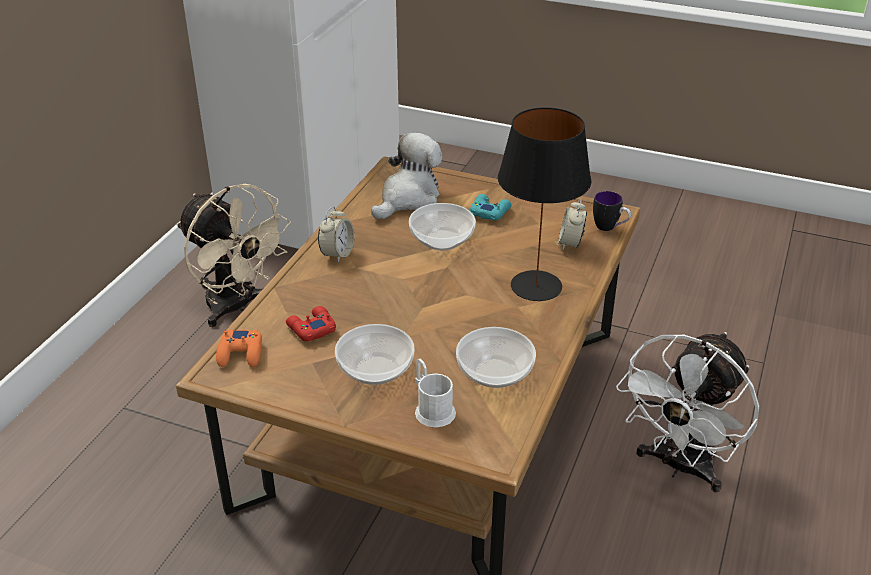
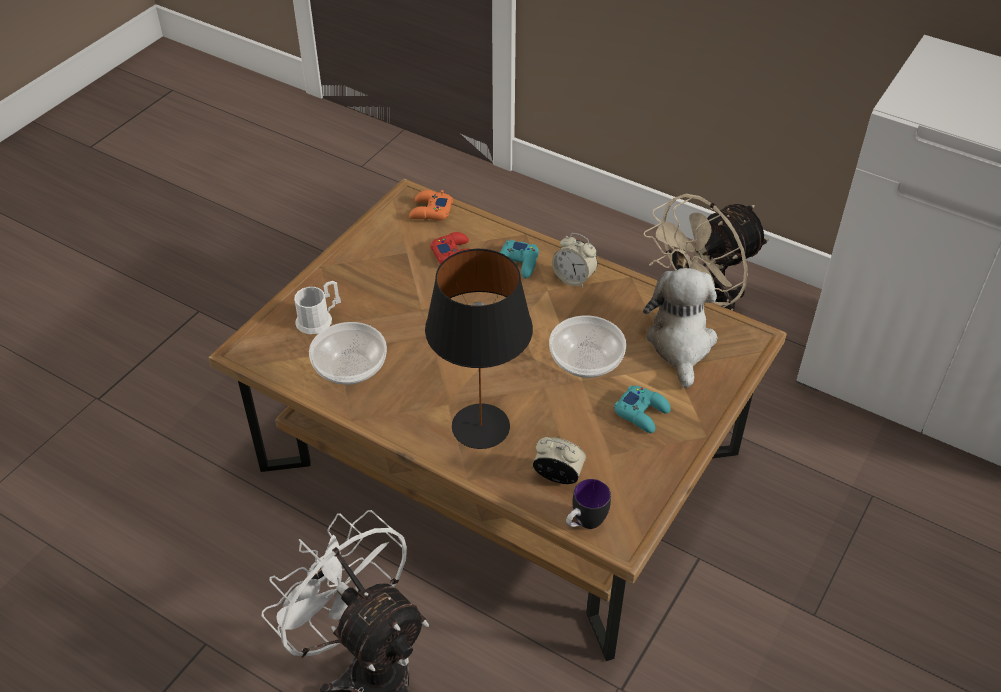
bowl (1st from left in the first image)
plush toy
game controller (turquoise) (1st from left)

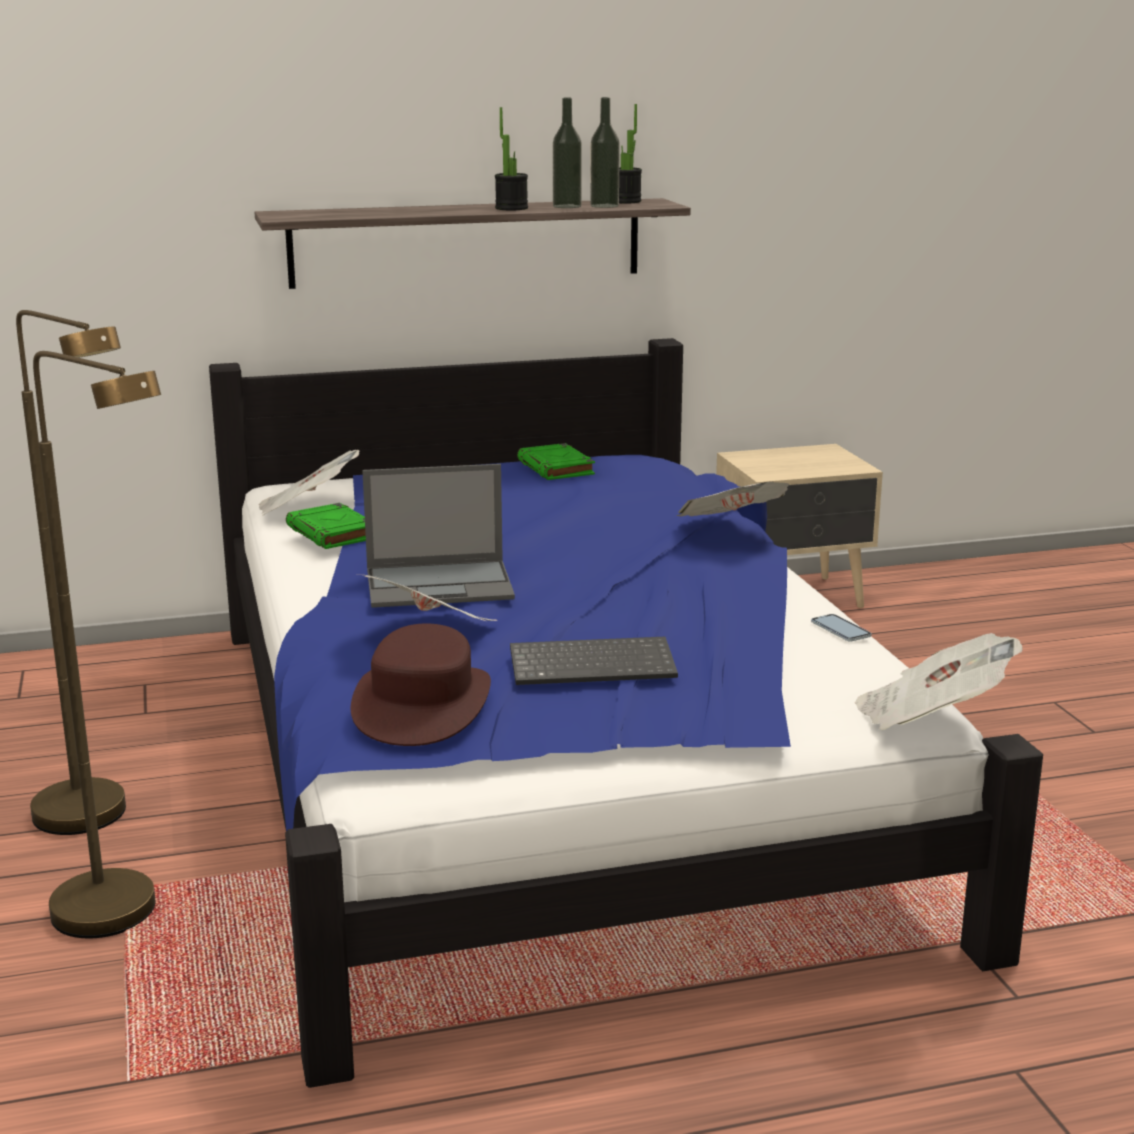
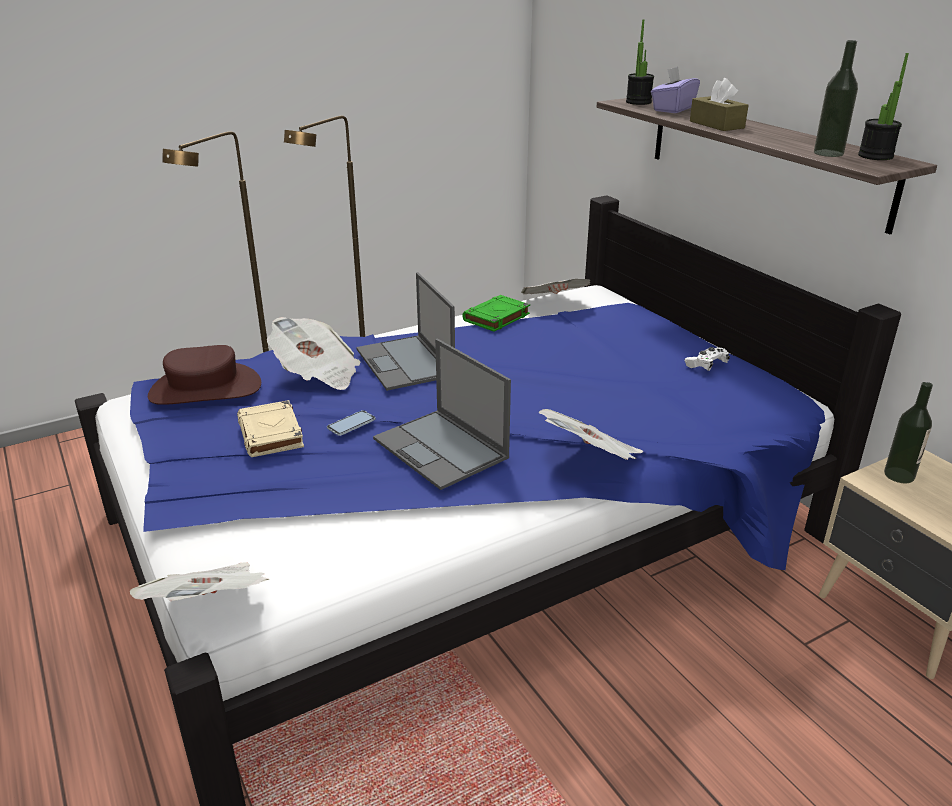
potted plant (1st from left)
book (beige)
game controller (white)
bottle (2nd from left)
phone
laptop (2nd from left)
tissue box (purple)
tissue box (brown)

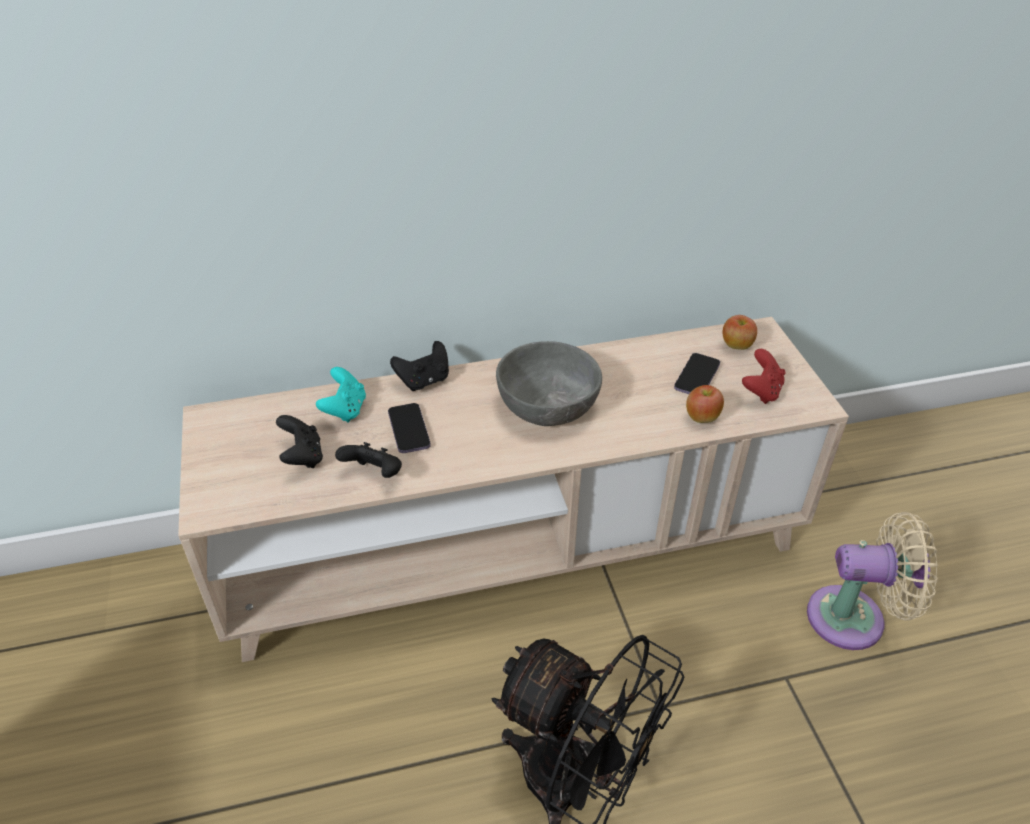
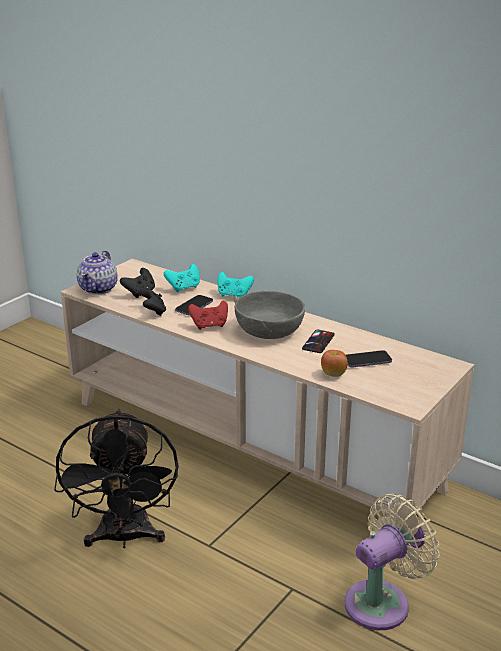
game controller (turquoise) (2nd from left)
apple (2nd from left in the first image)
game controller (red)
fan (beige)
teapot
phone (2nd from left)

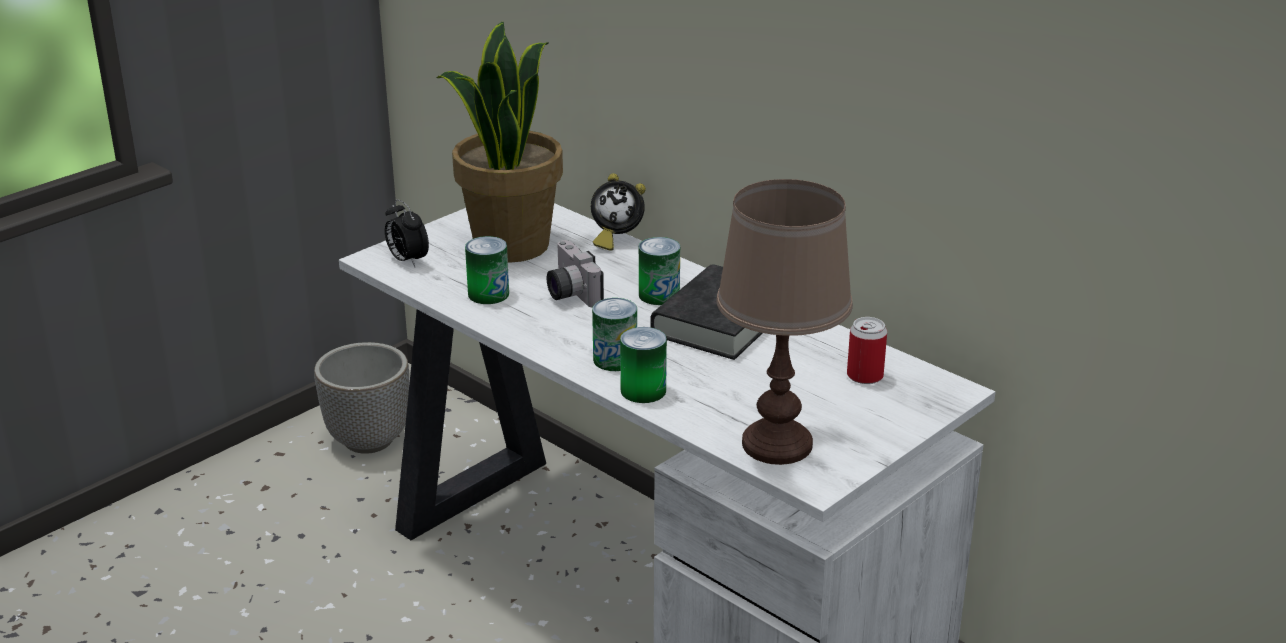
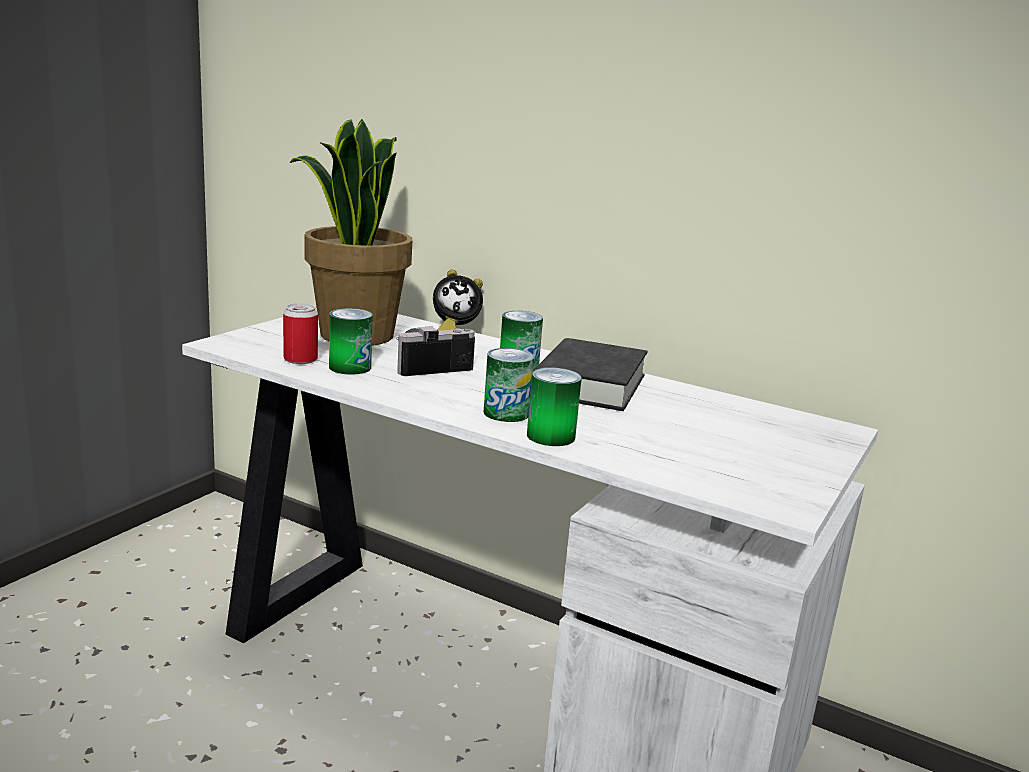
planter
alarm clock (1st from left in the first image)
photo camera
table lamp (brown)
can (1st from left)

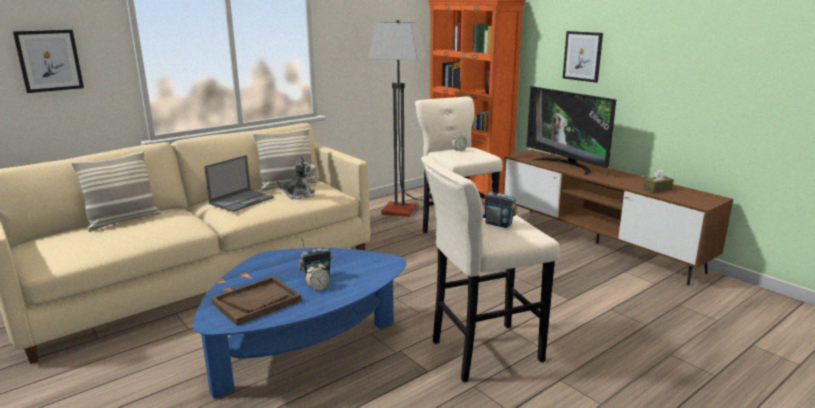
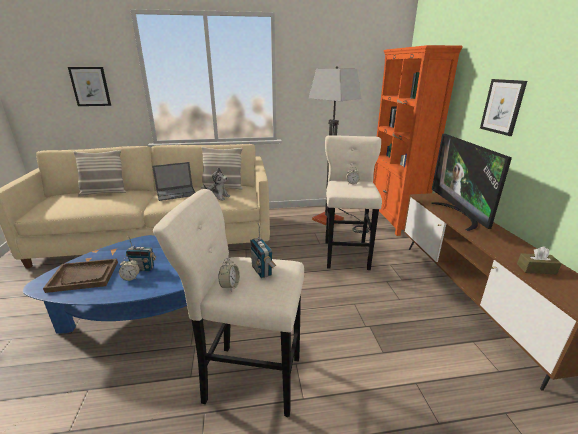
alarm clock (2nd from left)

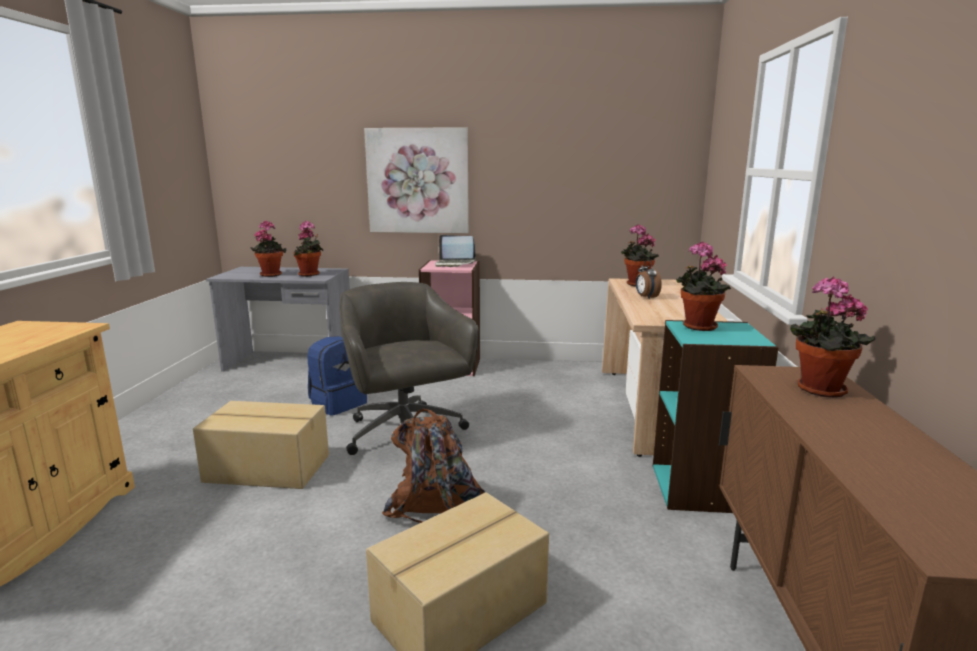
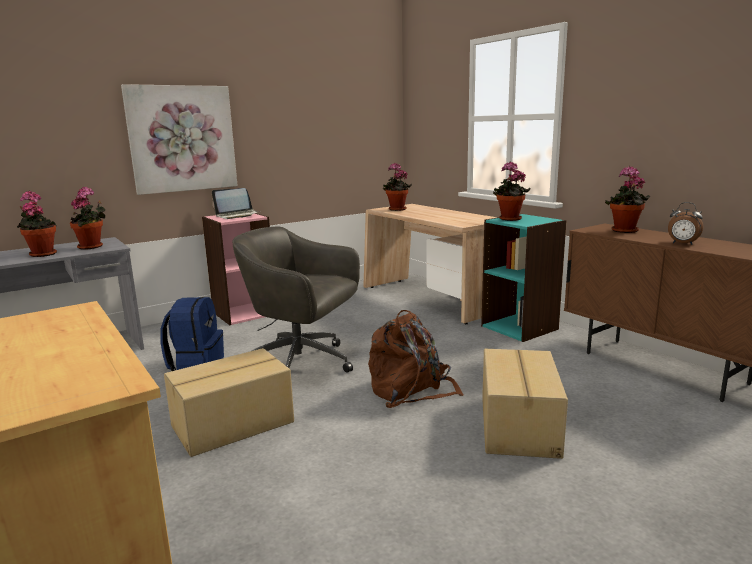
alarm clock

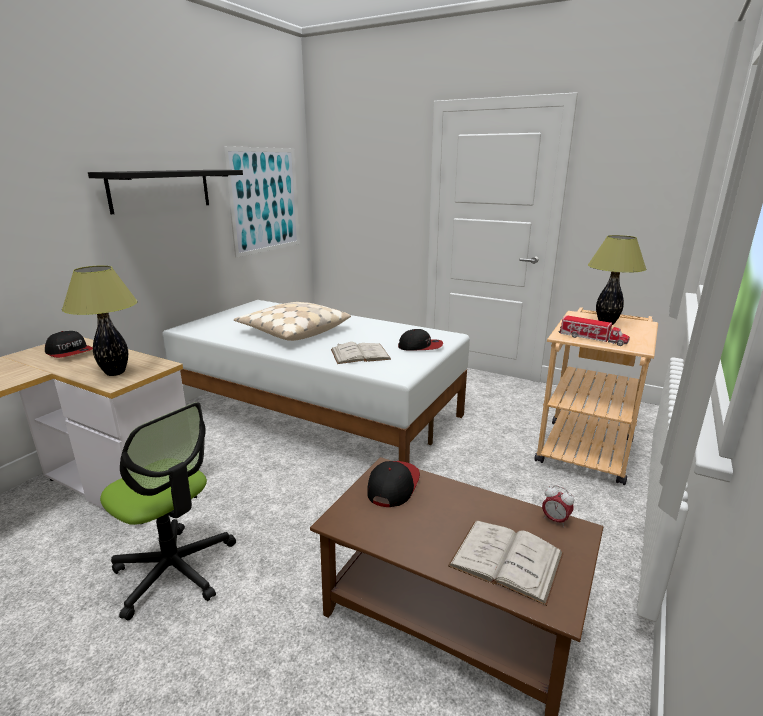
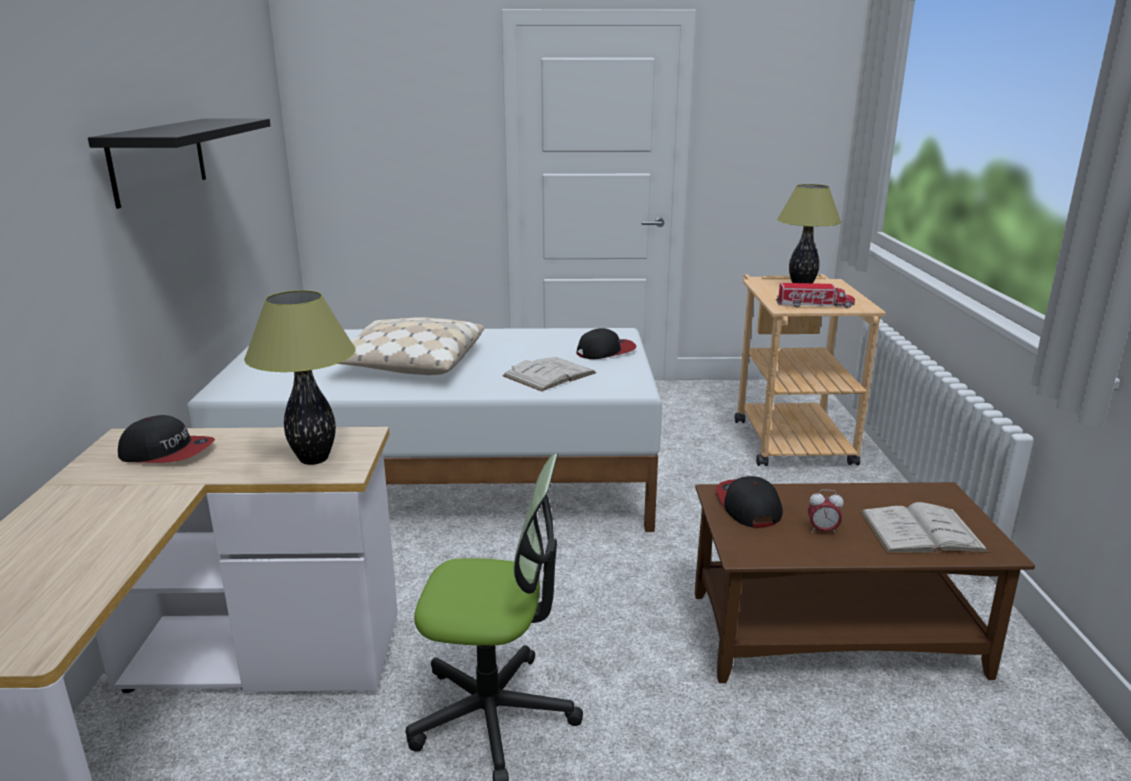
picture
alarm clock

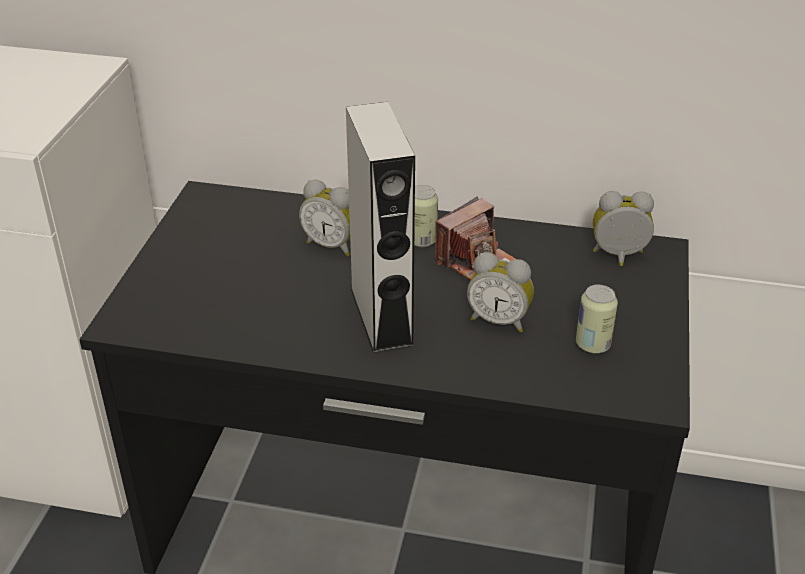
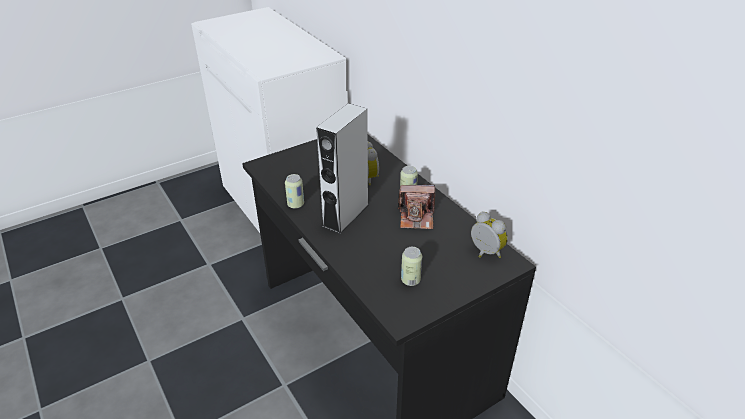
alarm clock (2nd from left in the first image)
can (1st from left)

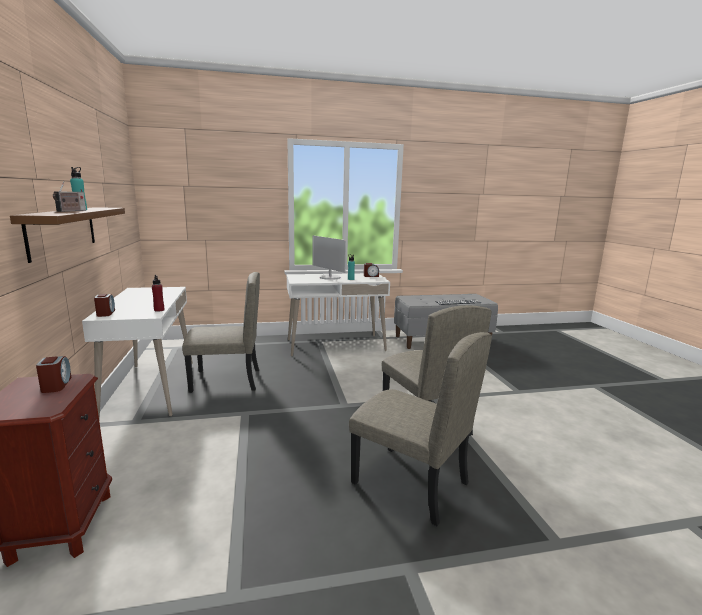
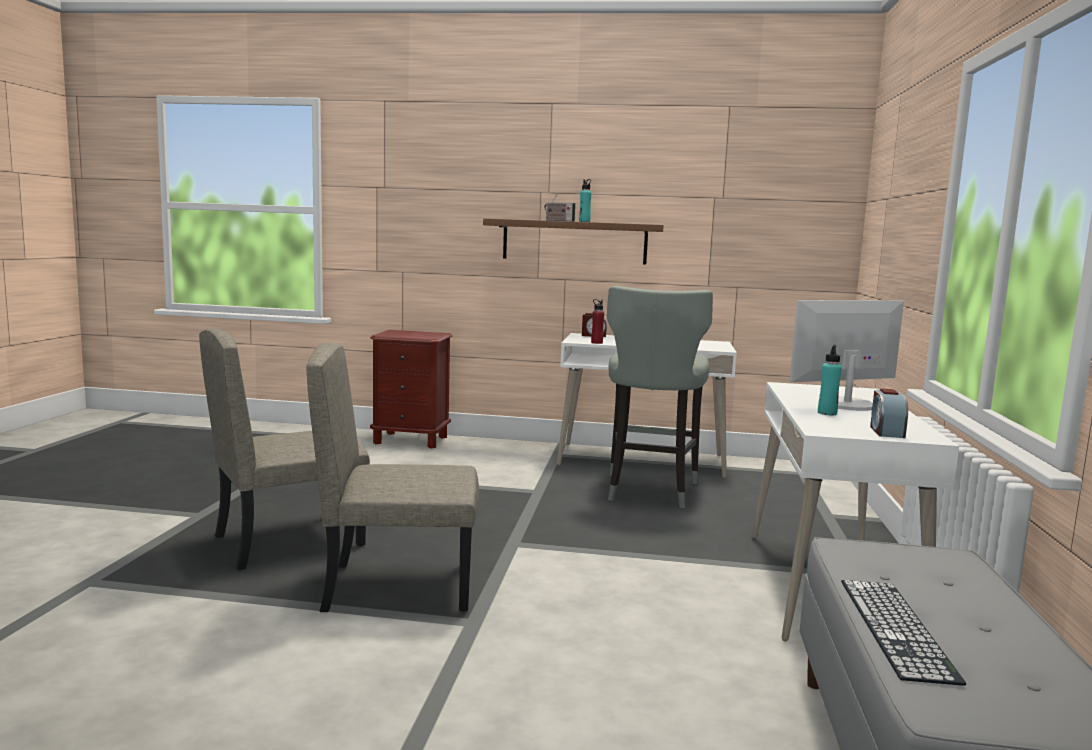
alarm clock (1st from left in the first image)
stool (grey)

